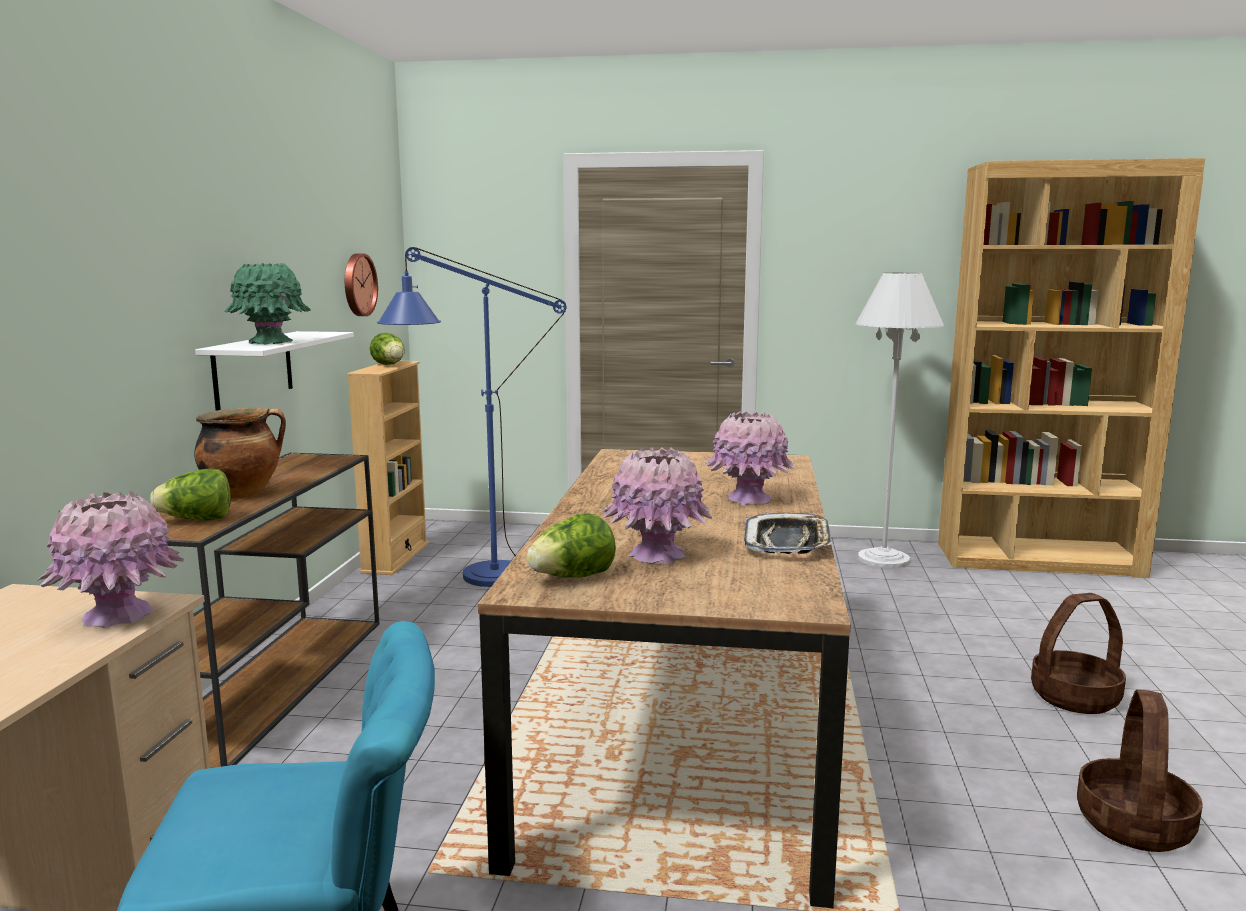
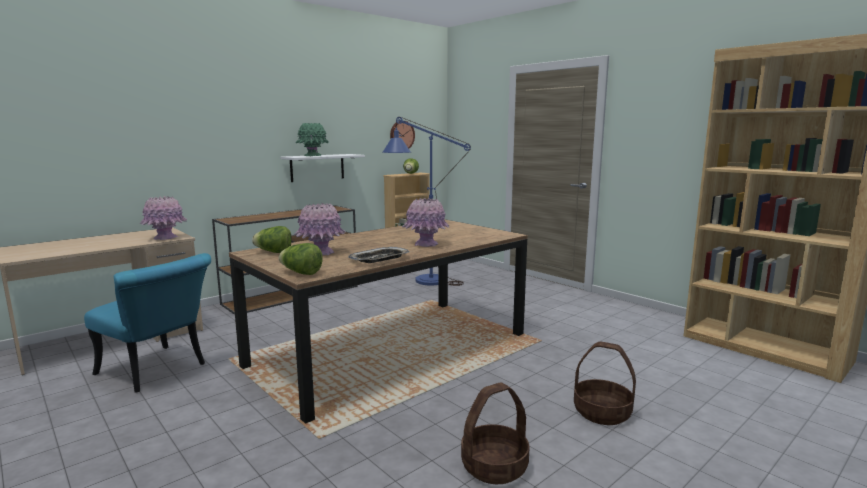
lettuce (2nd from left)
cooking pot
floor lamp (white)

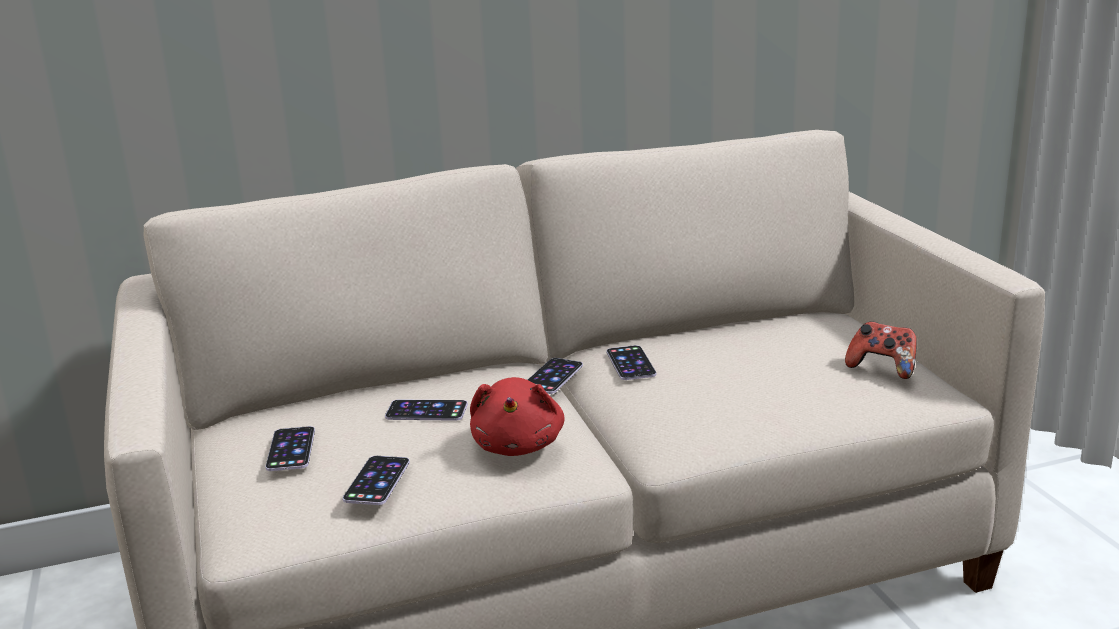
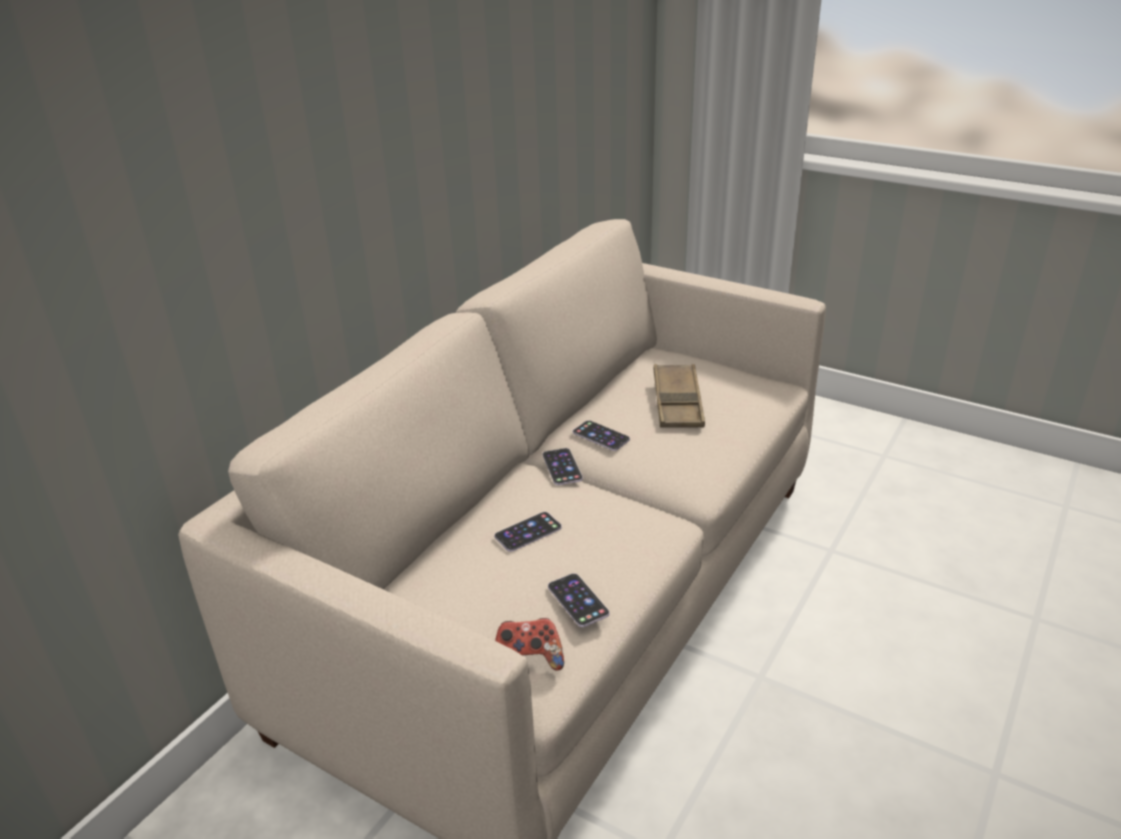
phone (1st from left in the first image)
plush toy (red)
game controller
tray (brown)

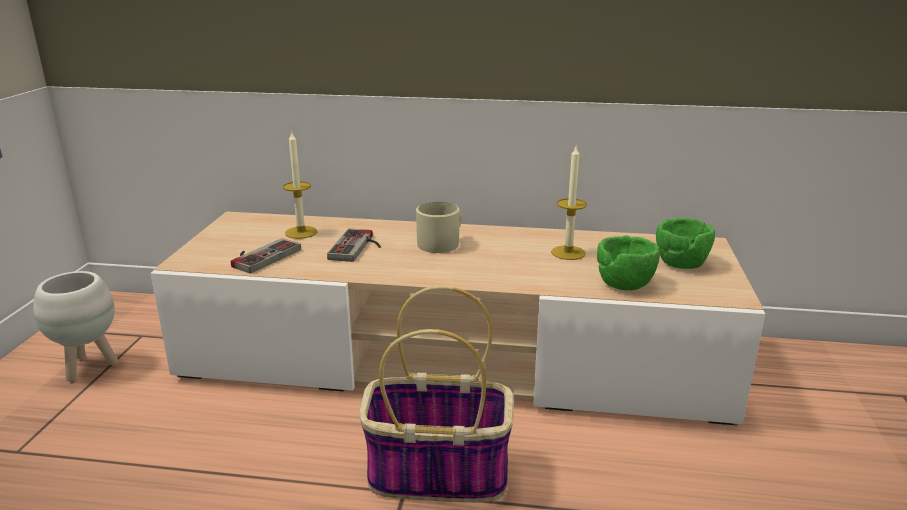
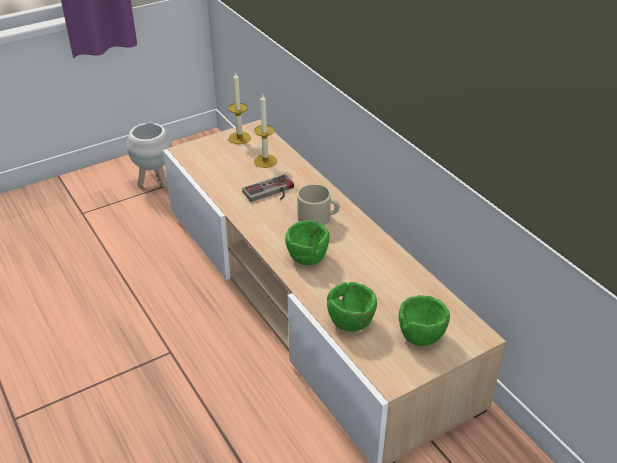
game controller (1st from left in the first image)
basket
candle (1st from left)
bowl (green) (1st from left)

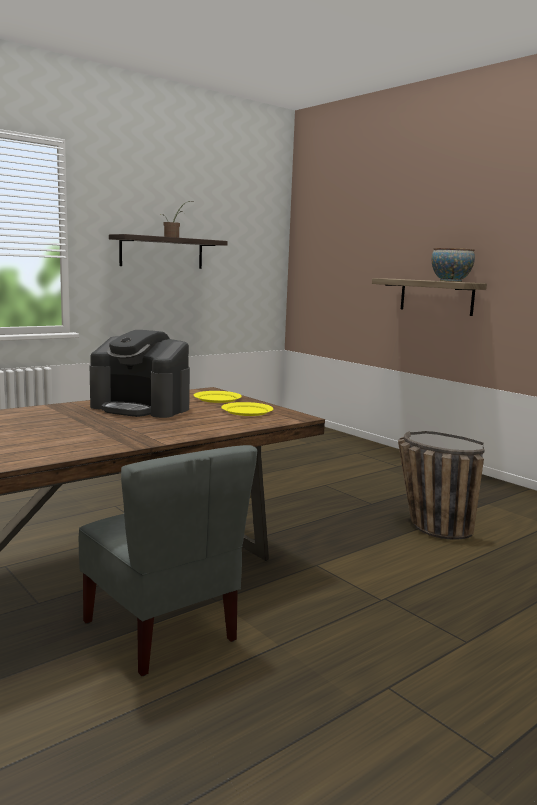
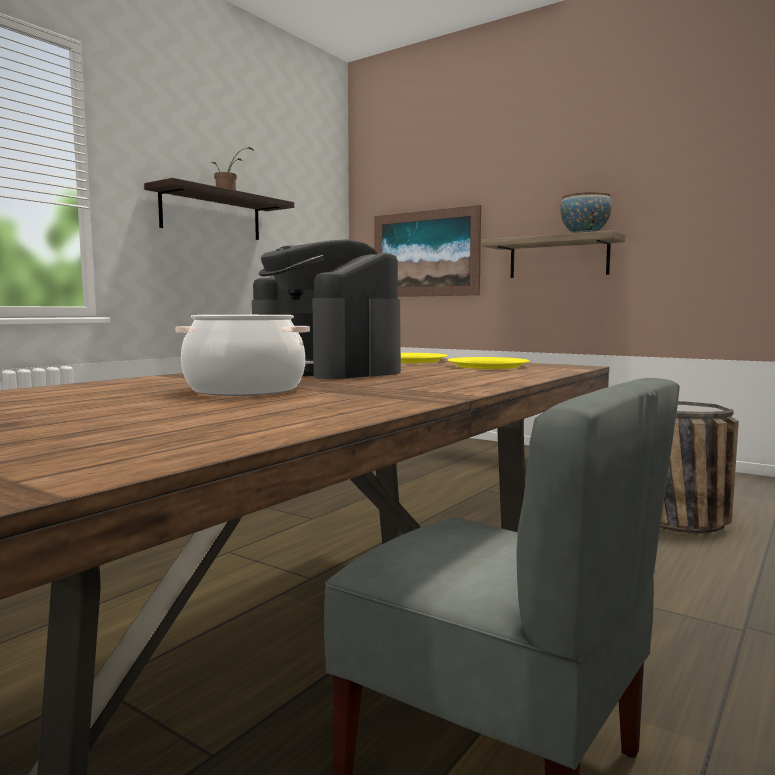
coffee machine
cooking pot
picture

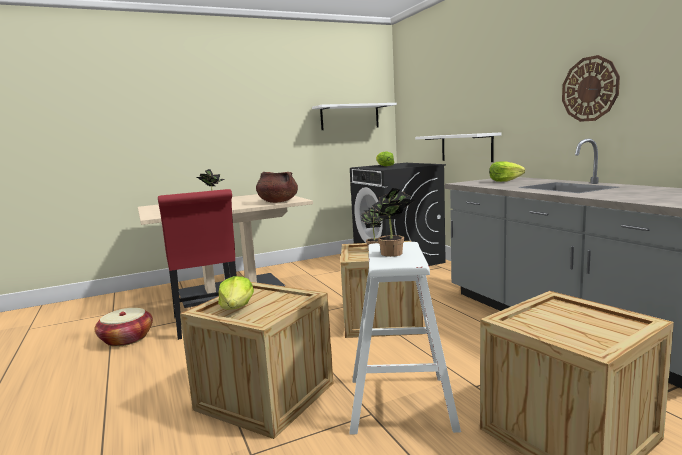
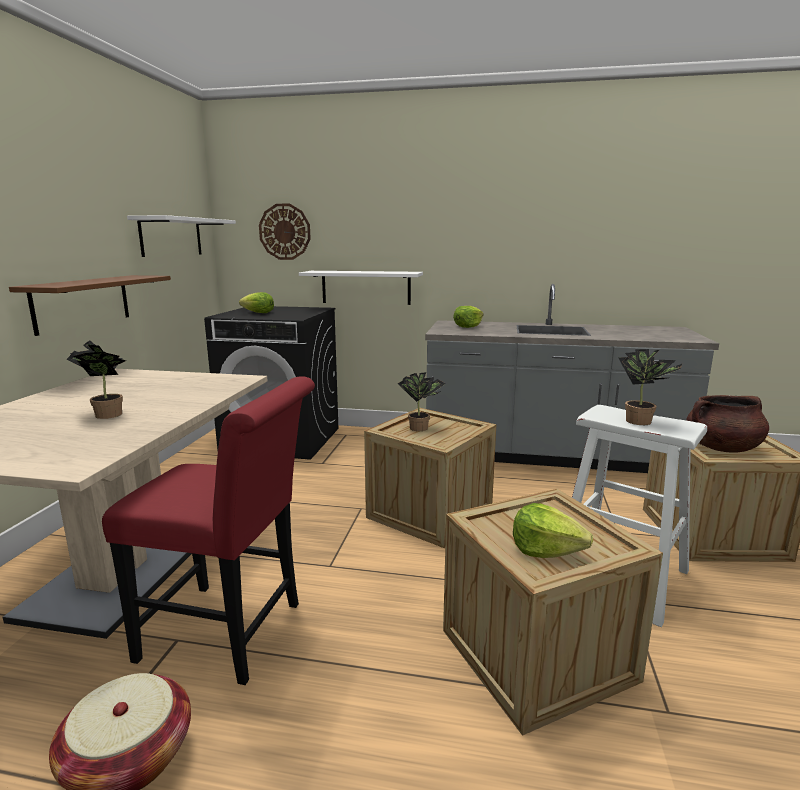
cooking pot (brown)
wall clock
shelf (brown)

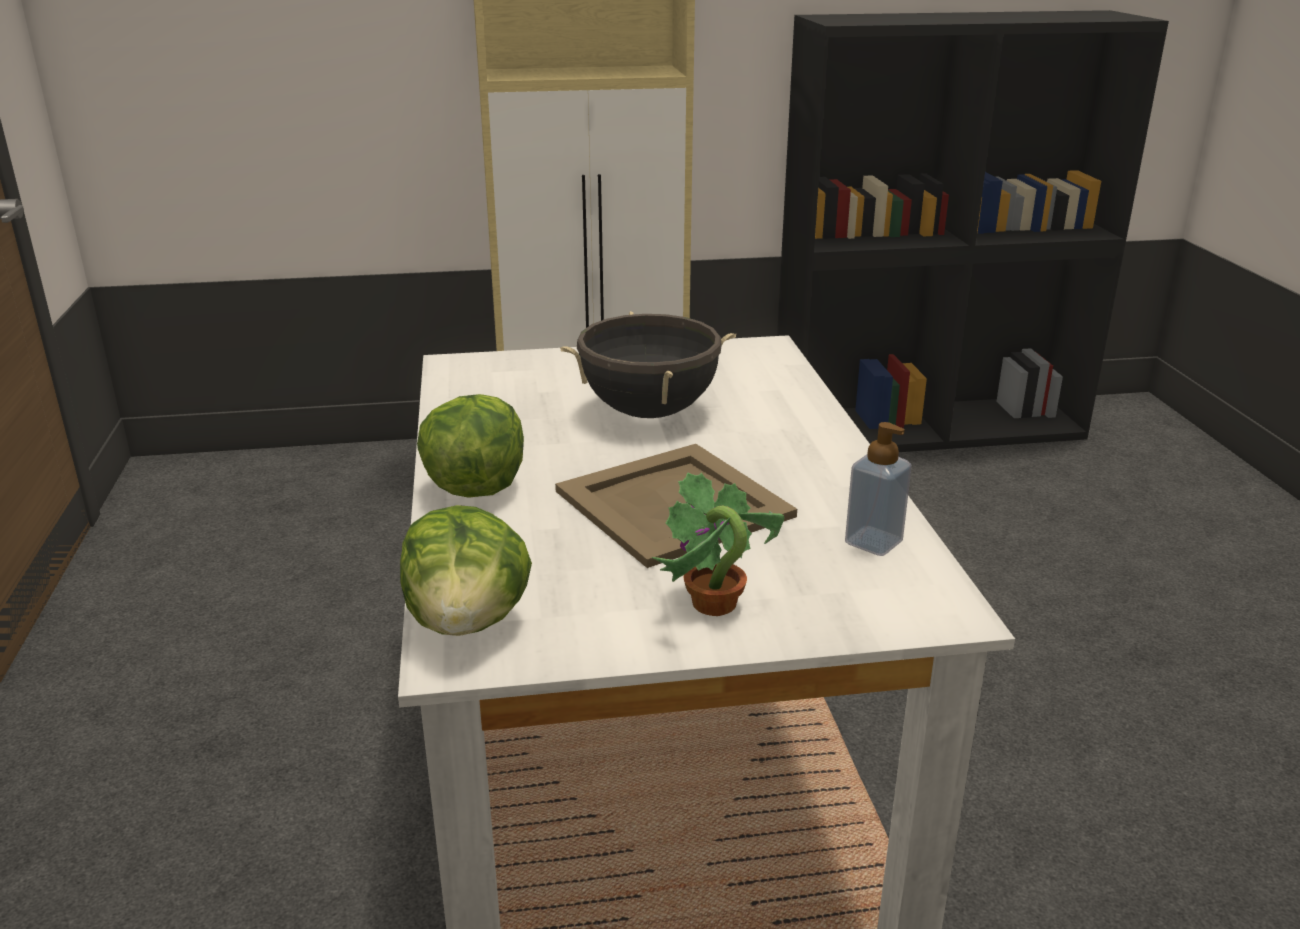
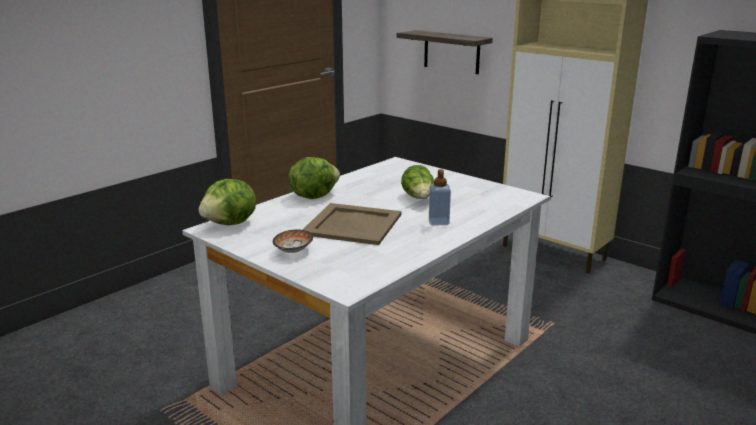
lettuce (3rd from left)
bowl
soap dispenser
shelf

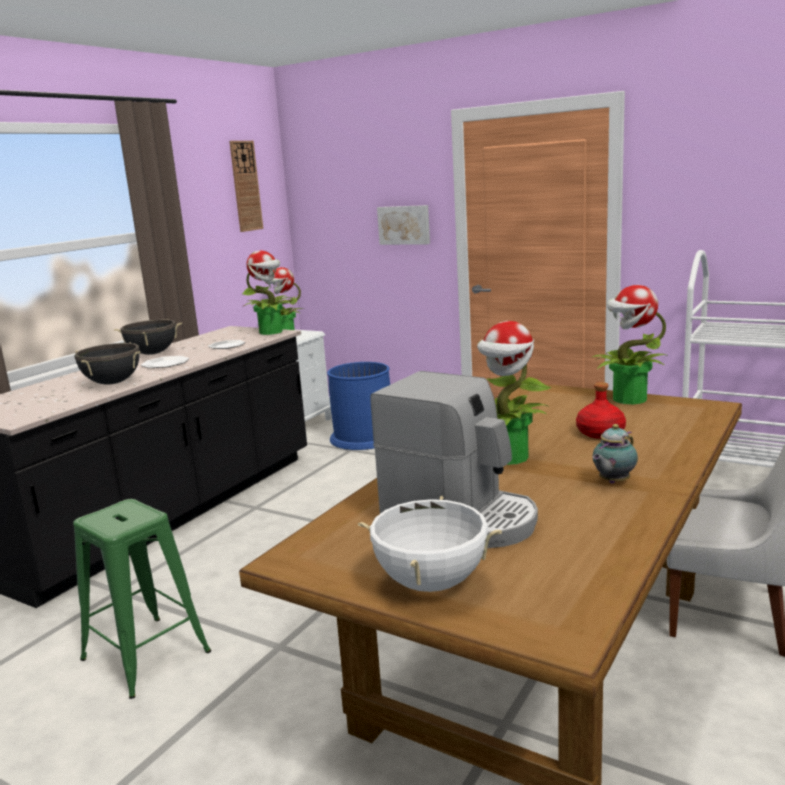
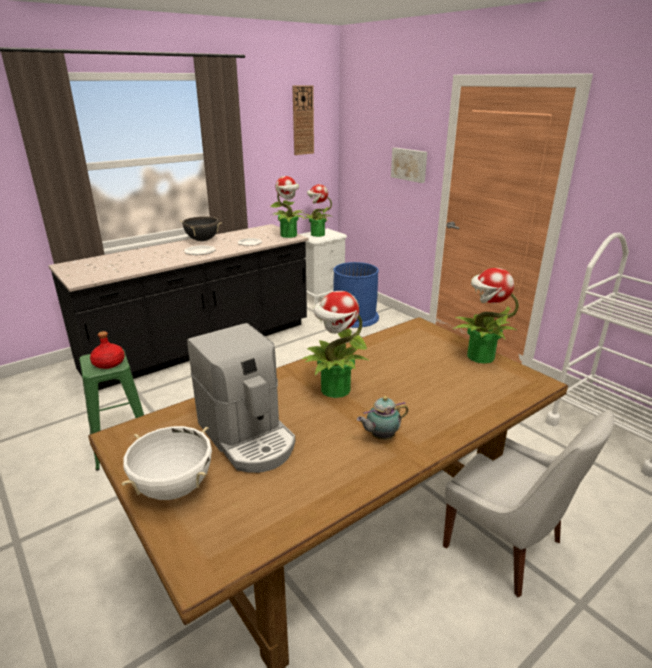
cooking pot (black) (1st from left in the first image)
bottle (red)

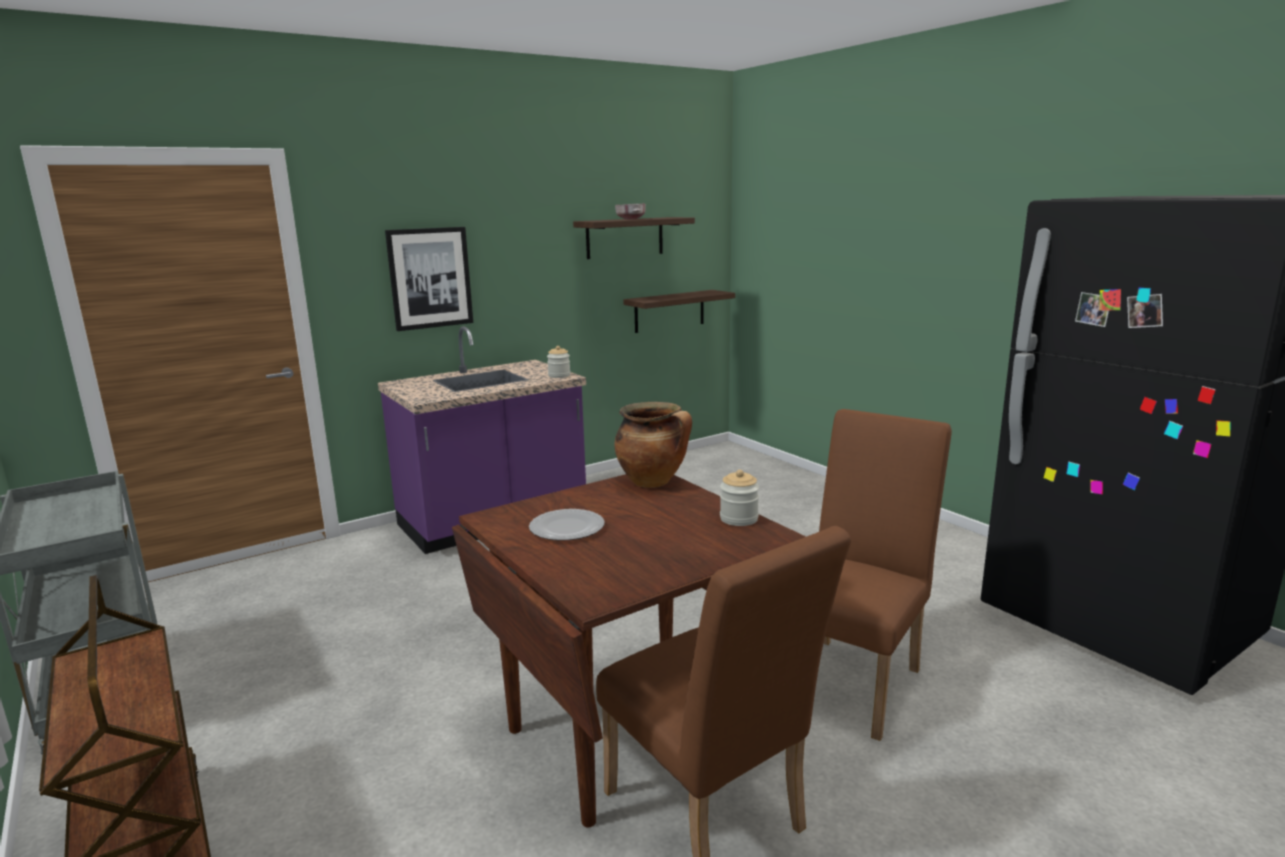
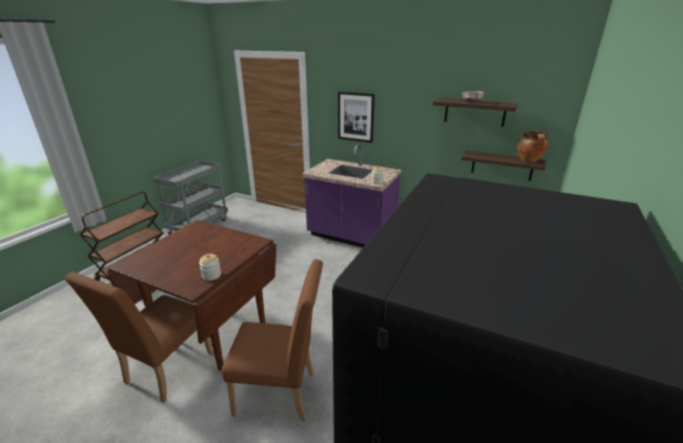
plate
cooking pot

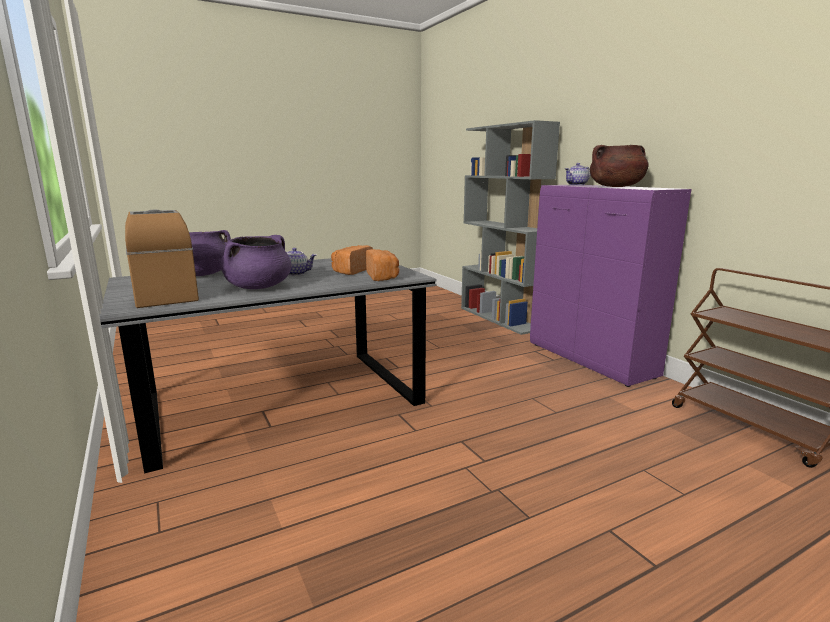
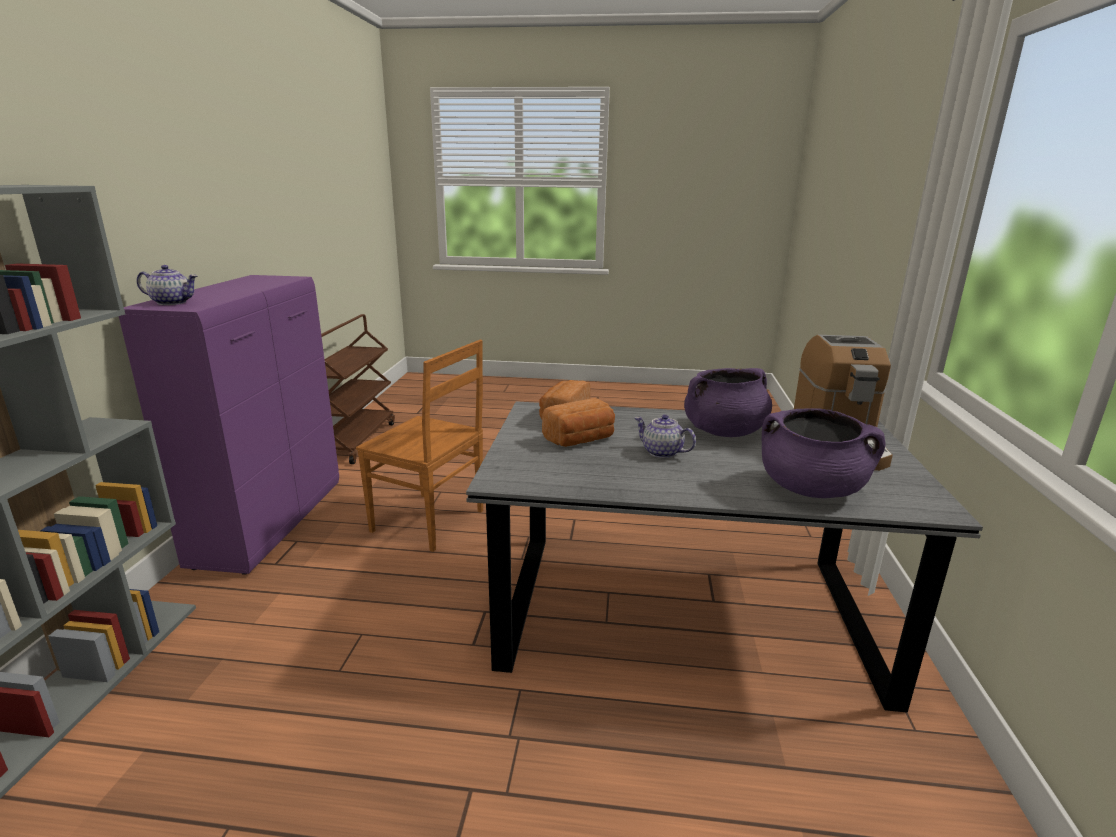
cooking pot (brown)
chair (brown)

